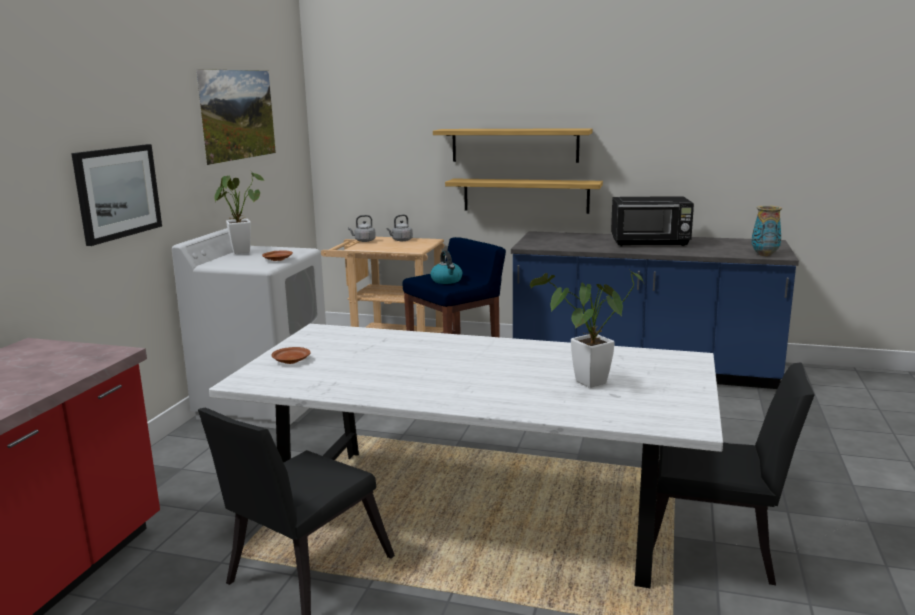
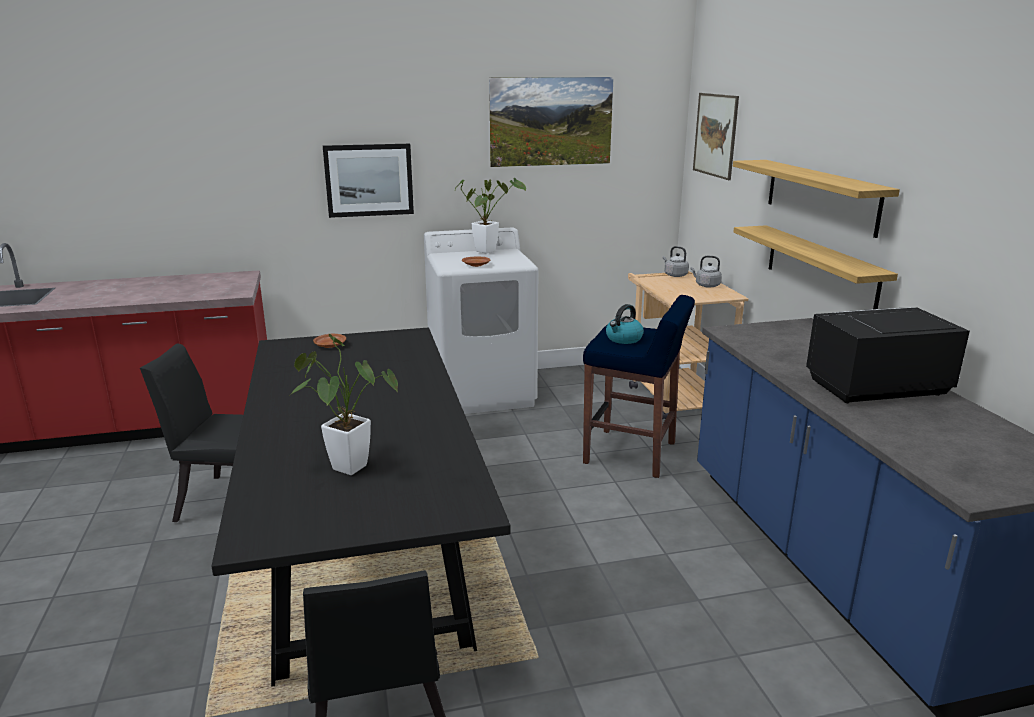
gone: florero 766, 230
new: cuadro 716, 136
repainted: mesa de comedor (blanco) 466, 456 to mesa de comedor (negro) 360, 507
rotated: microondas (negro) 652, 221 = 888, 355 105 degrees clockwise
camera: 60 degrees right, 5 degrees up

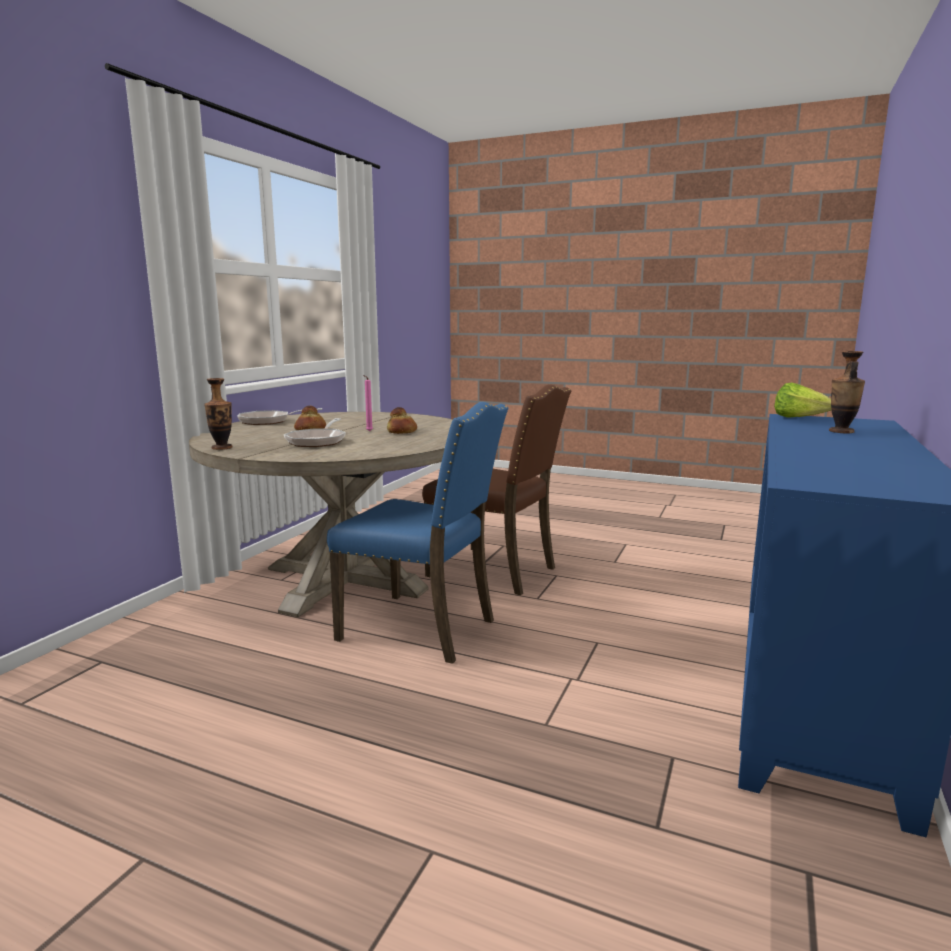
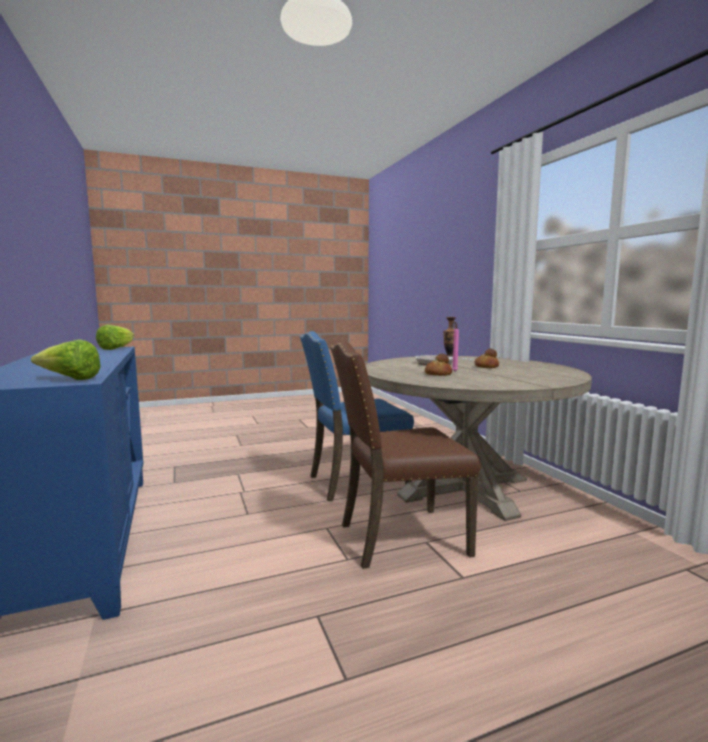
gone: florero 847, 392; sartén 280, 416
new: lechuga 115, 337
camera: 135 degrees right, 5 degrees down

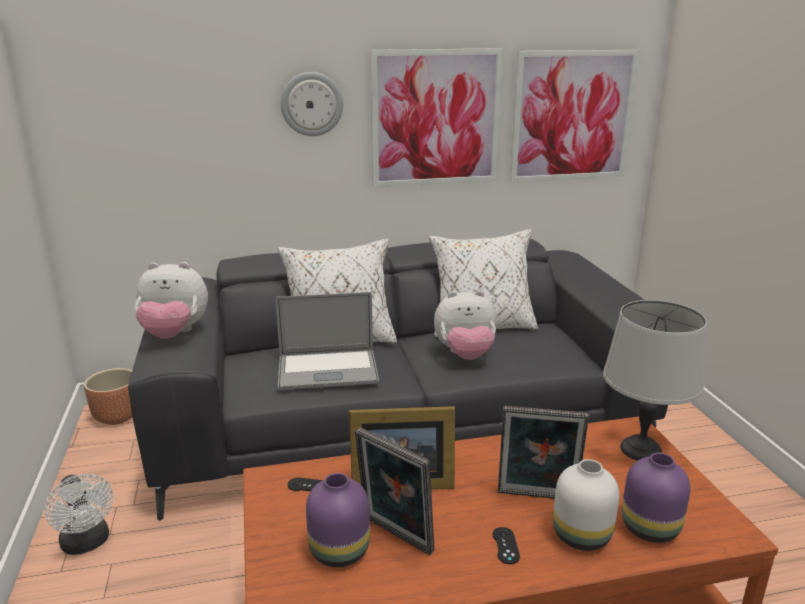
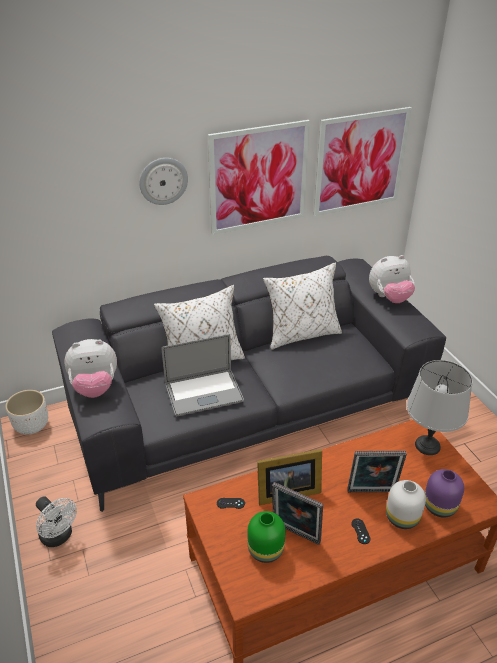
shifted: peluche 465, 325 to 392, 279
repainted: maceta (marrón) 108, 396 to maceta (blanco) 26, 412; florero (morado) 338, 520 to florero (verde) 266, 537
camera: 10 degrees left, 15 degrees up

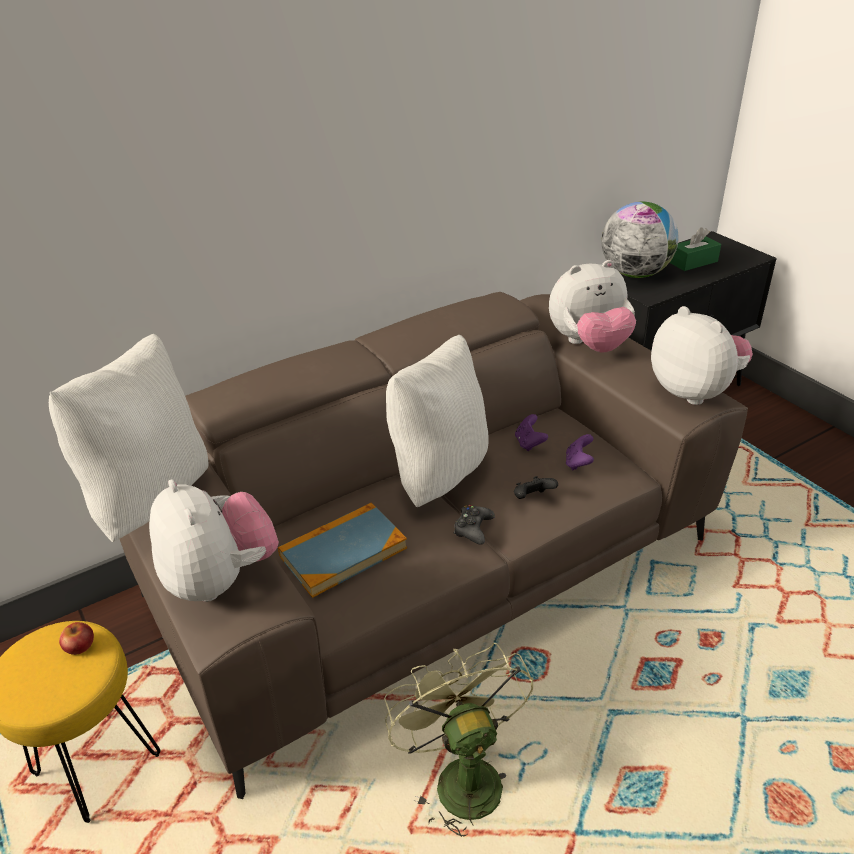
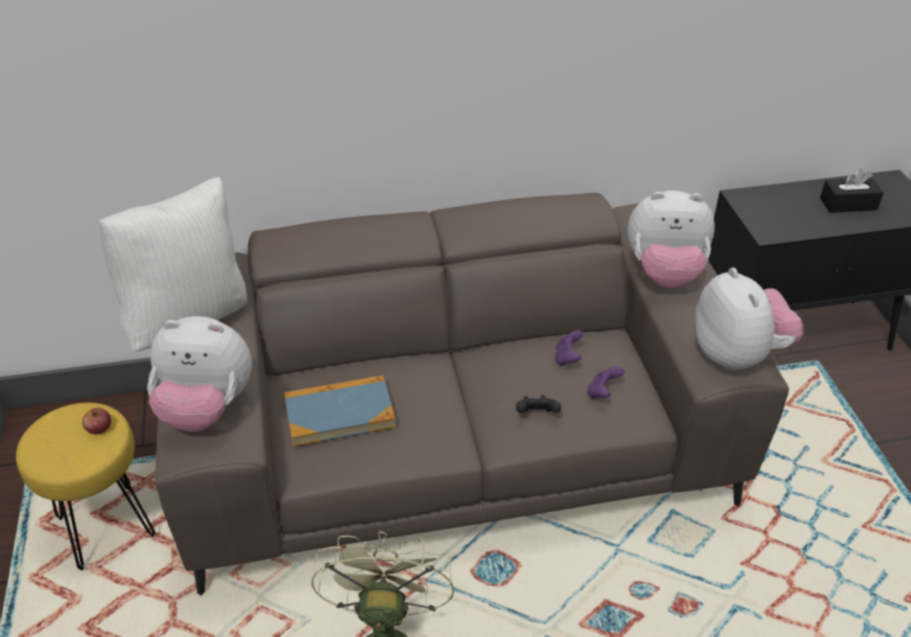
gone: globo terráqueo 640, 240; cojín (blanco) 437, 421; mando de consola (negro) 474, 525
repainted: caja de pañuelos (verde) 695, 249 to caja de pañuelos (negro) 852, 191
rotated: peluche 214, 540 = 199, 374 105 degrees clockwise
camera: 20 degrees right, 5 degrees up

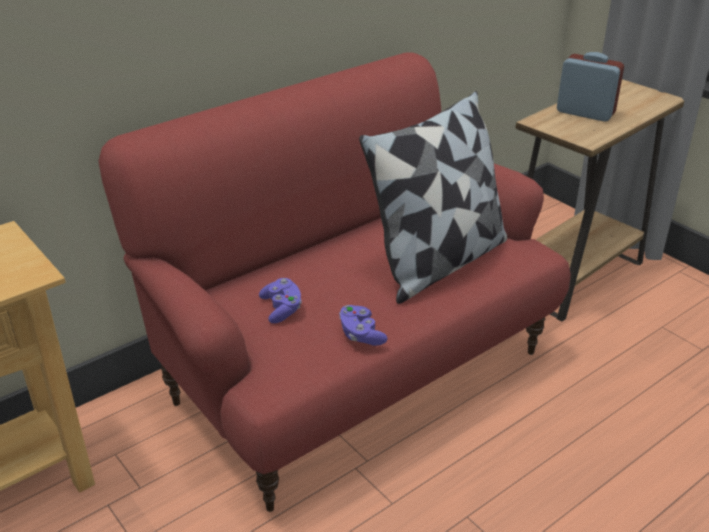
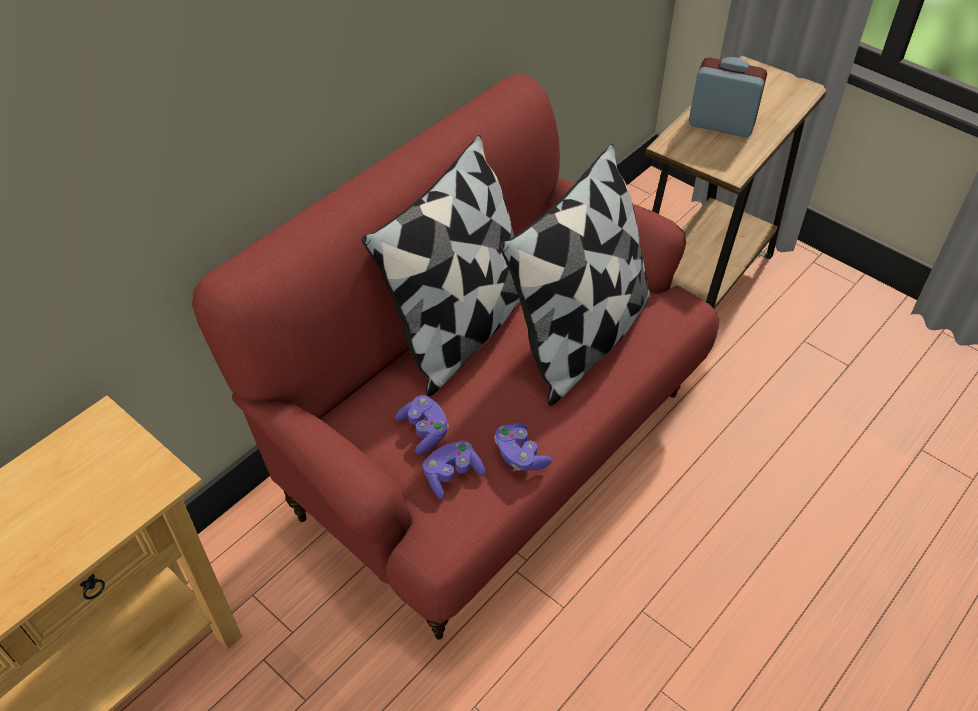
new: cojín 441, 266; mando de consola (morado) 454, 470
camera: 10 degrees left, 15 degrees up

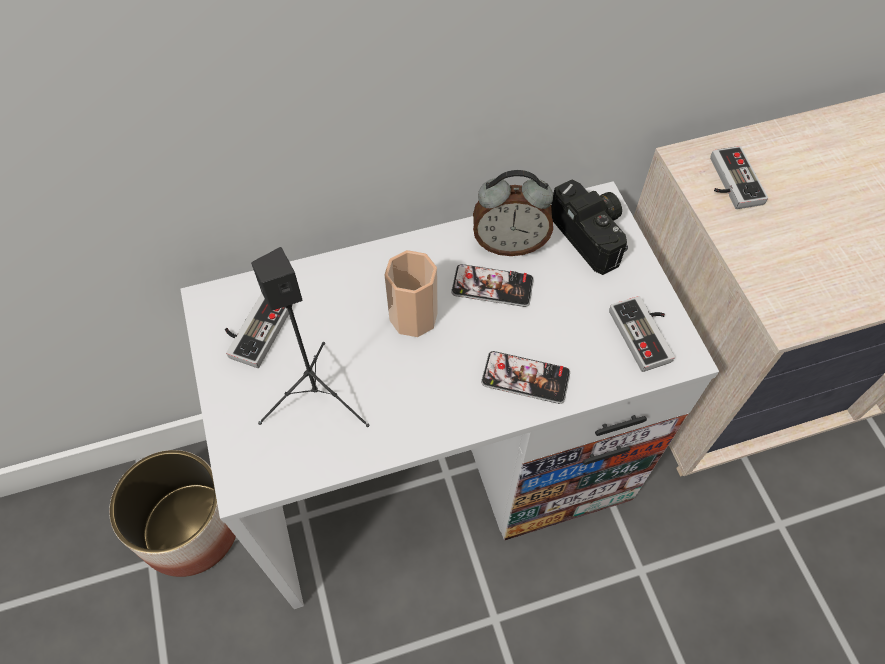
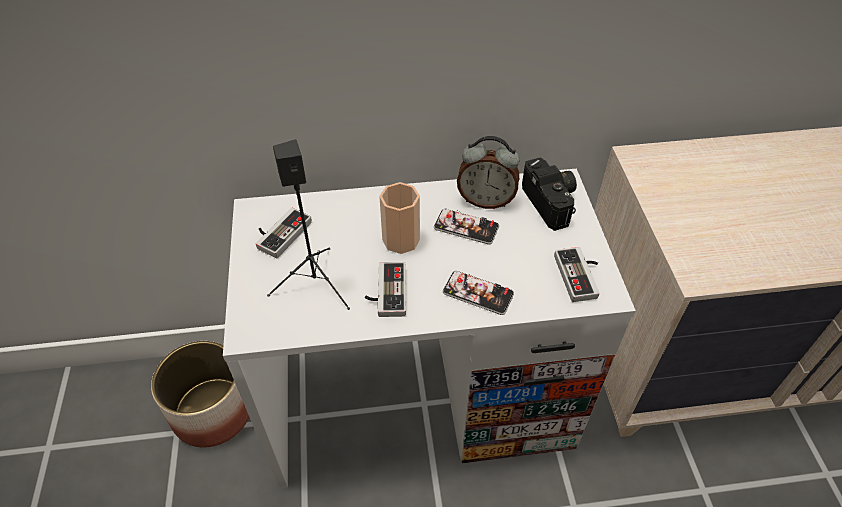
shifted: mando de consola 739, 177 to 385, 289
camera: 10 degrees right, 10 degrees down

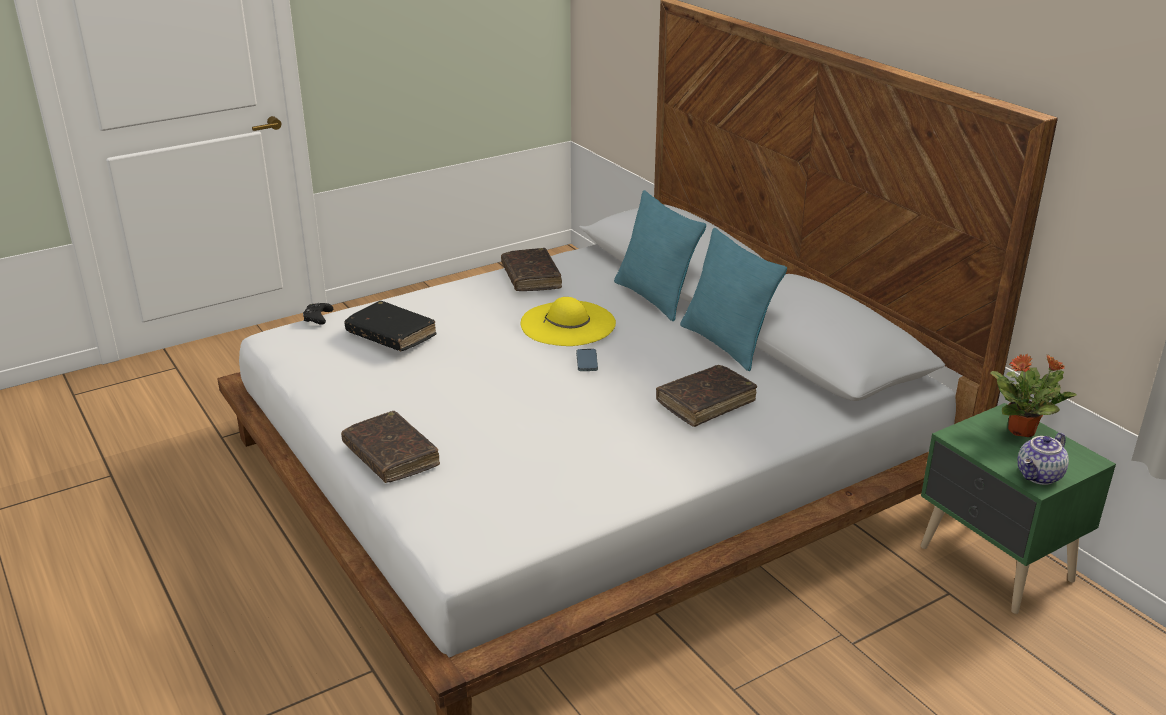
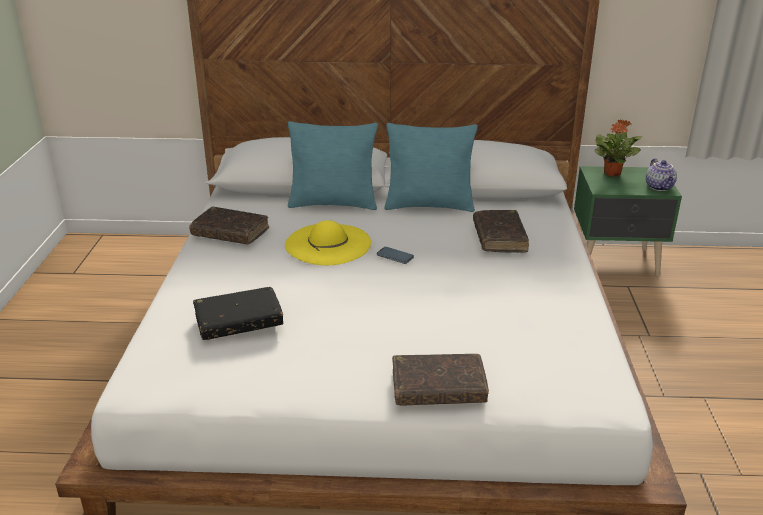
gone: mando de consola (negro) 318, 314
camera: 55 degrees left, 0 degrees up

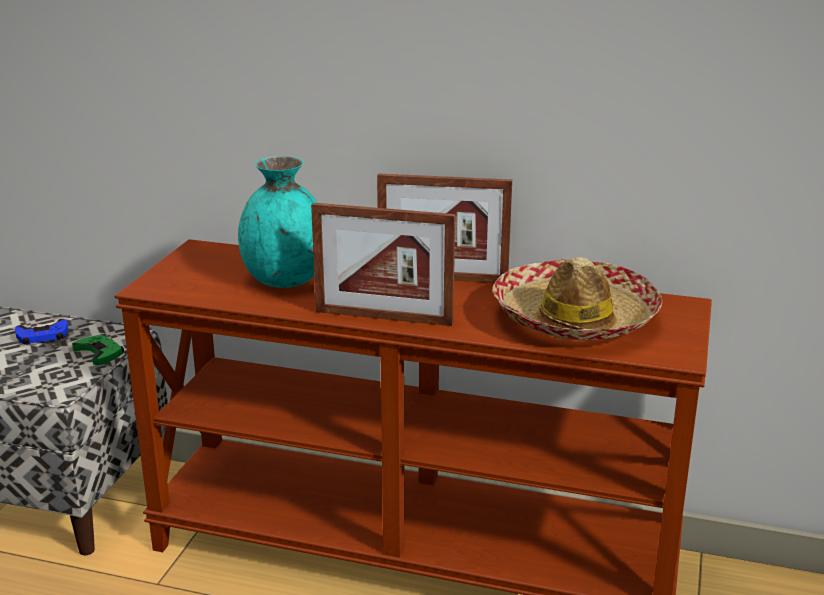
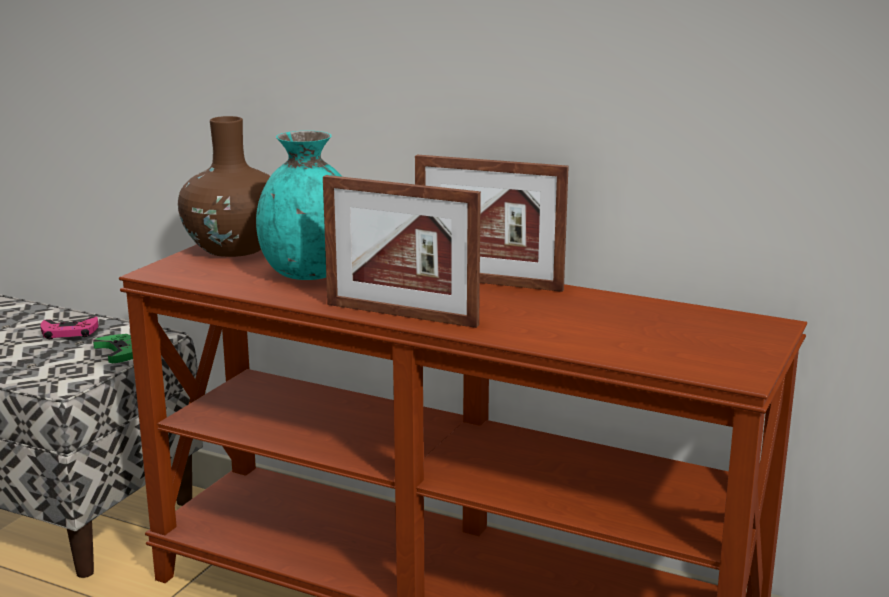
gone: sombrero 577, 299
new: florero (marrón) 224, 186
repainted: mando de consola (azul) 41, 332 to mando de consola (rosa) 69, 327
camera: 10 degrees right, 5 degrees down

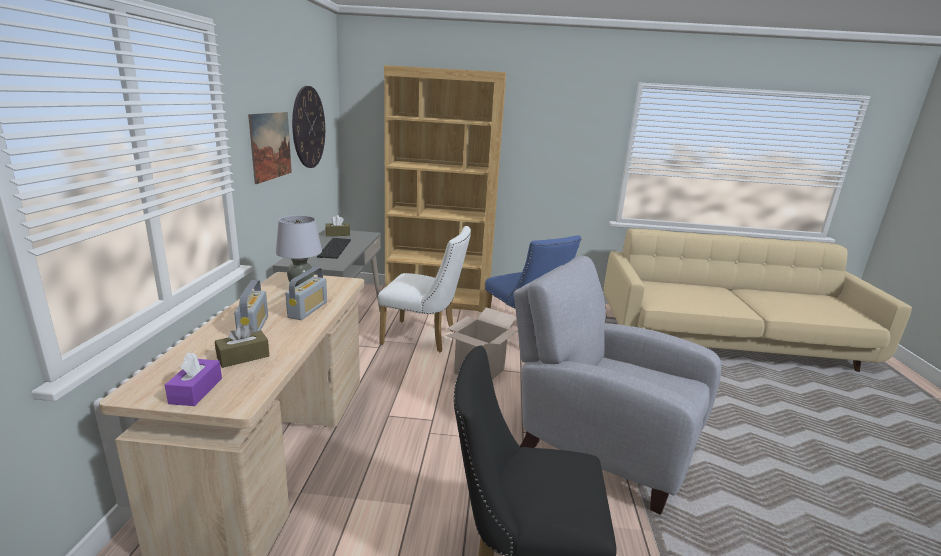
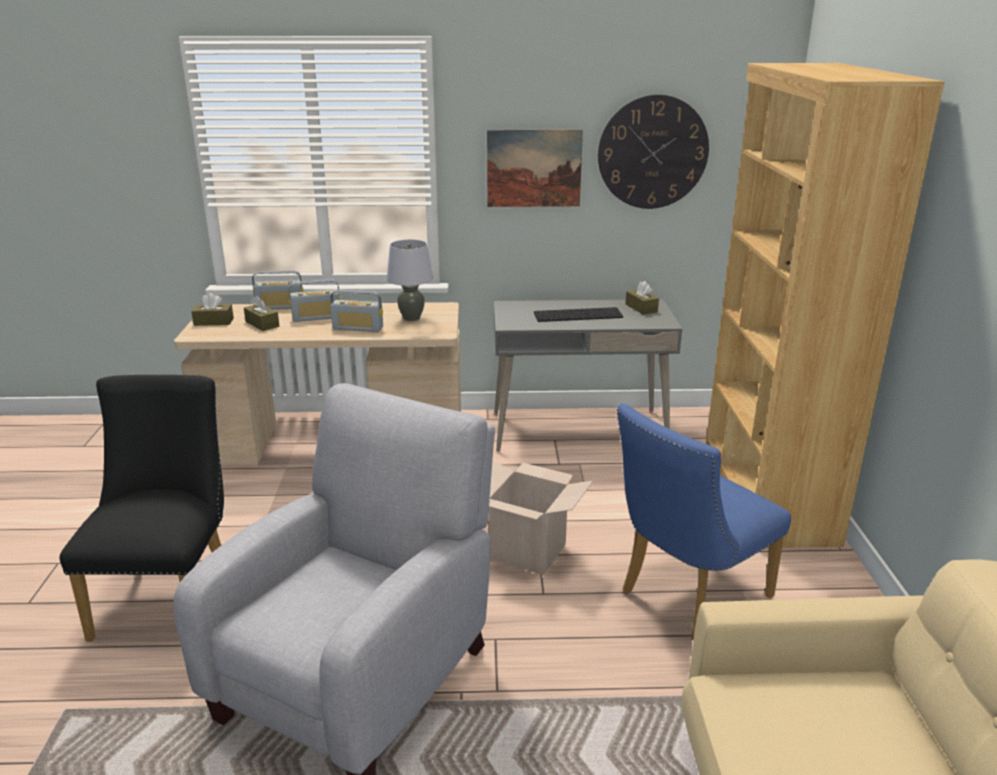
gone: silla (blanco) 424, 289
new: radio 277, 290
repainted: caja de pañuelos (morado) 193, 379 to caja de pañuelos (marrón) 212, 309
camera: 85 degrees right, 5 degrees up

